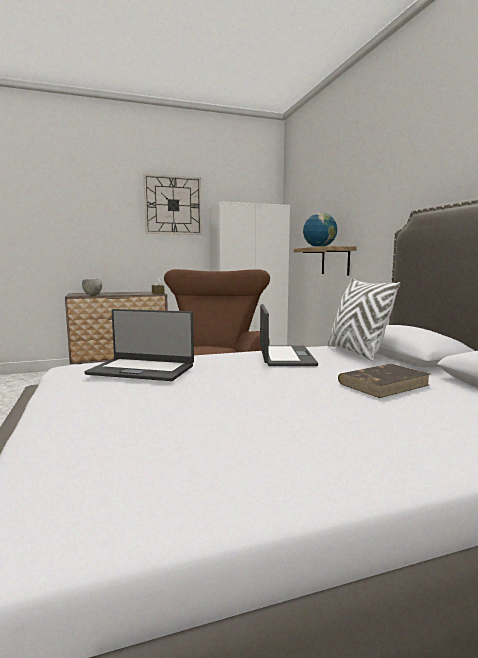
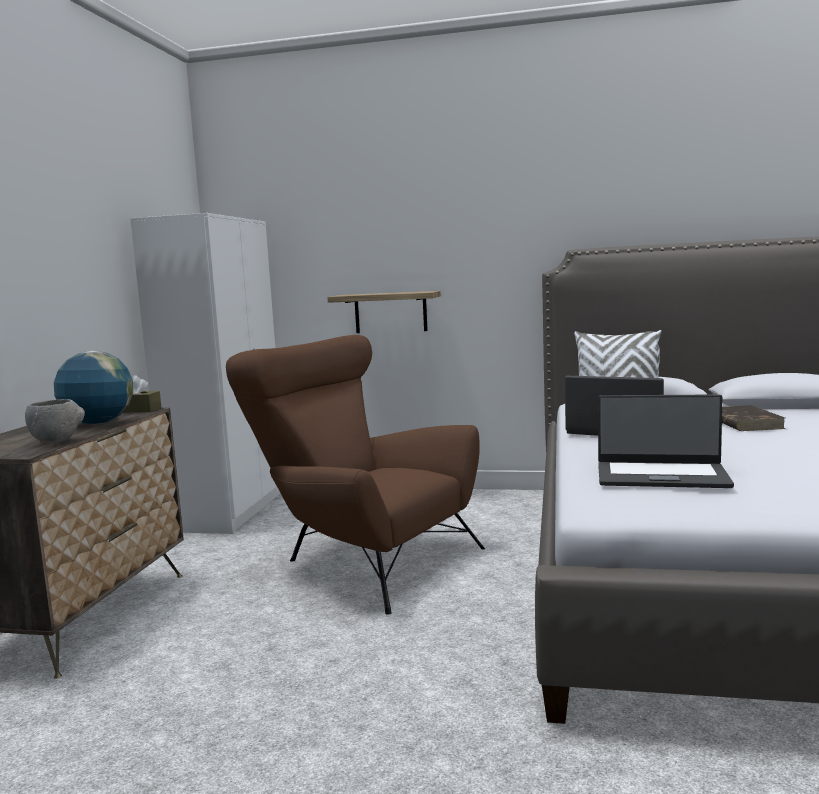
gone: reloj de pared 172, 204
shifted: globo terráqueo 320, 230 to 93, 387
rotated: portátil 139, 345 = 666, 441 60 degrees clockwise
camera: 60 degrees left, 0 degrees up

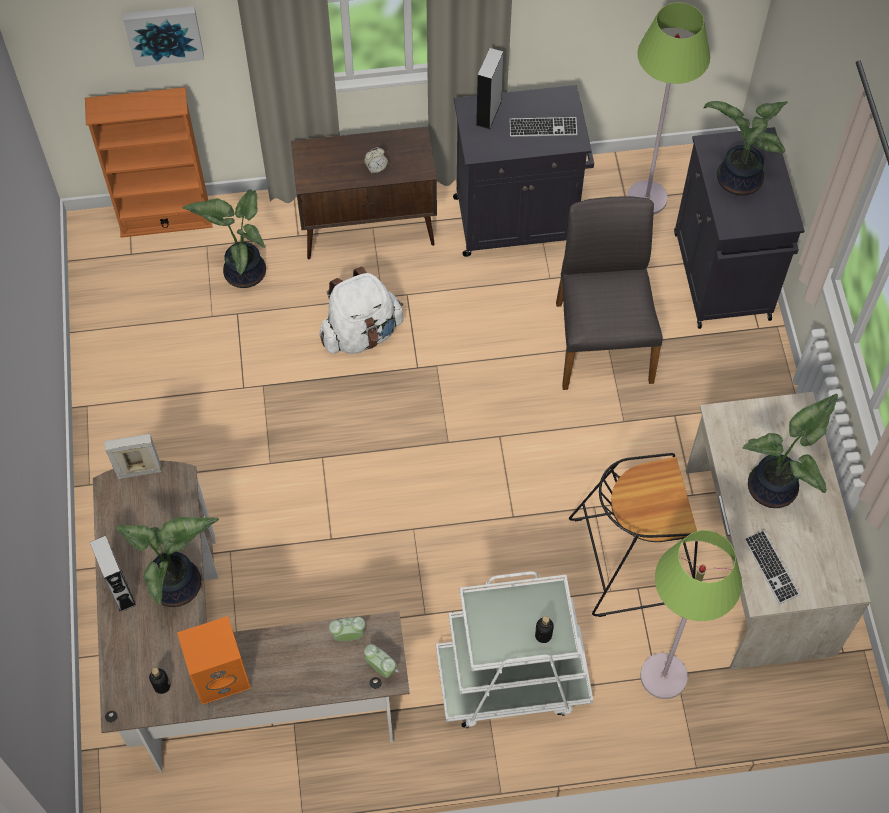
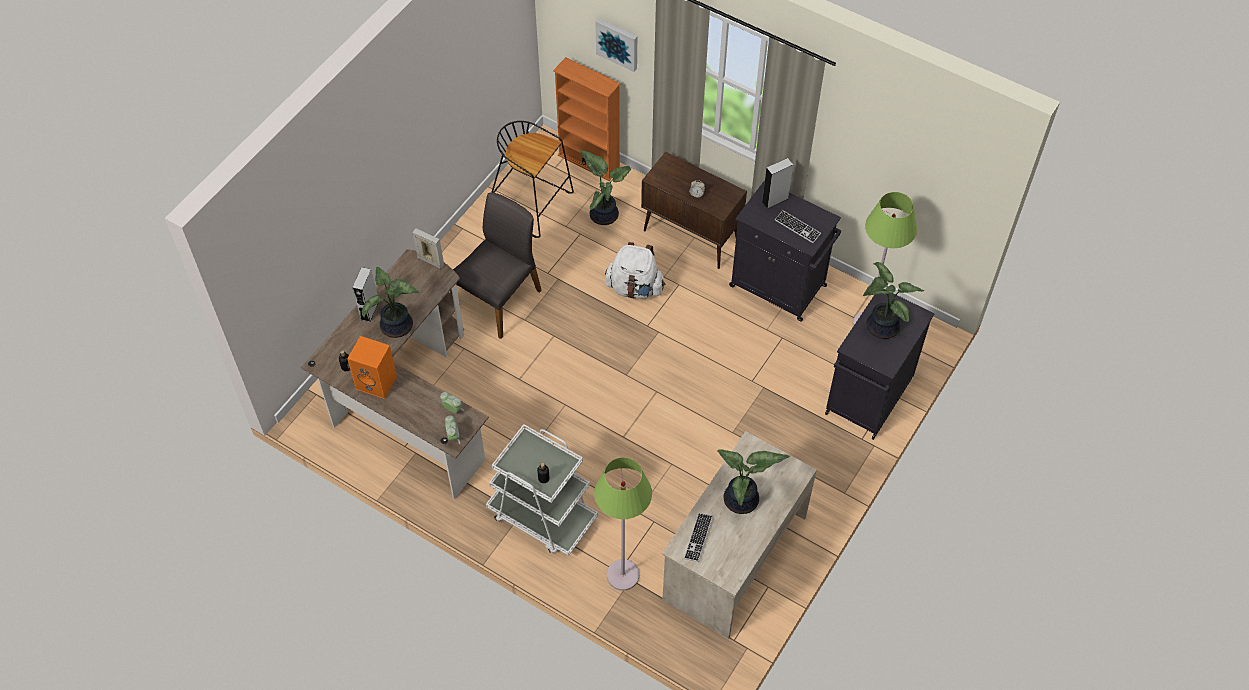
shifted: silla (gris) 609, 293 to 496, 265; taburete (negro) 633, 535 to 533, 179
camera: 40 degrees right, 5 degrees down

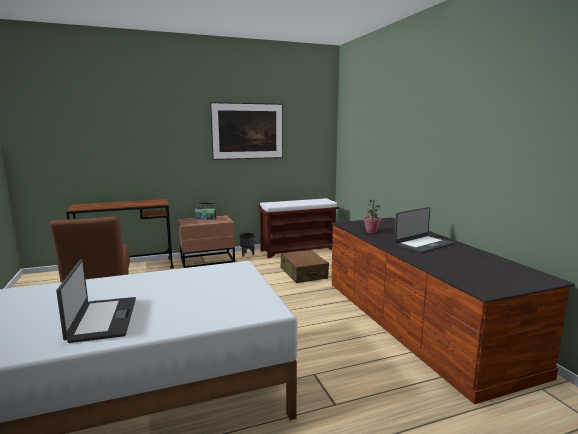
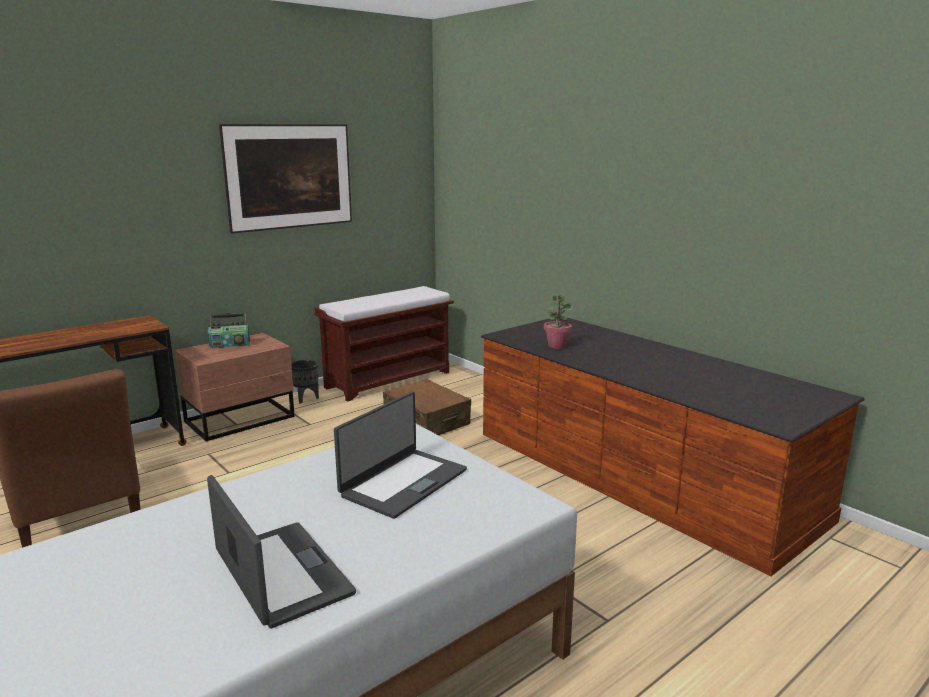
shifted: portátil 424, 230 to 400, 455
camera: 20 degrees left, 5 degrees up

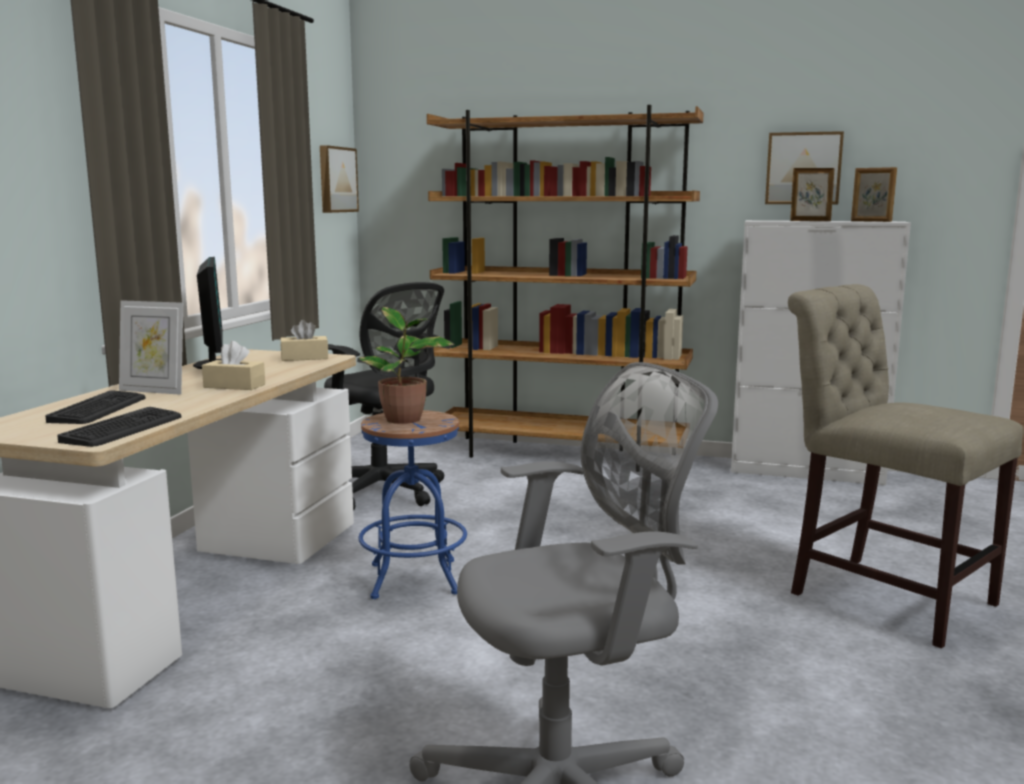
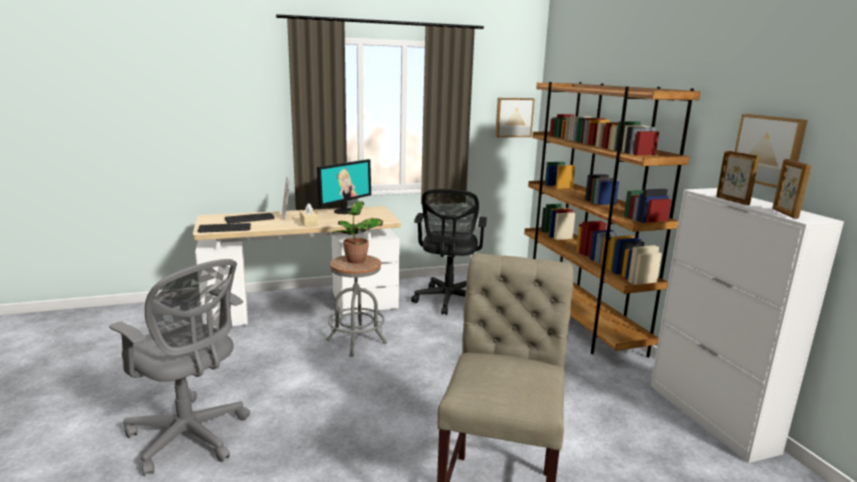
gone: caja de pañuelos (beis) 304, 340
repainted: taburete (azul) 412, 504 to taburete (gris) 357, 306
camera: 55 degrees right, 5 degrees up

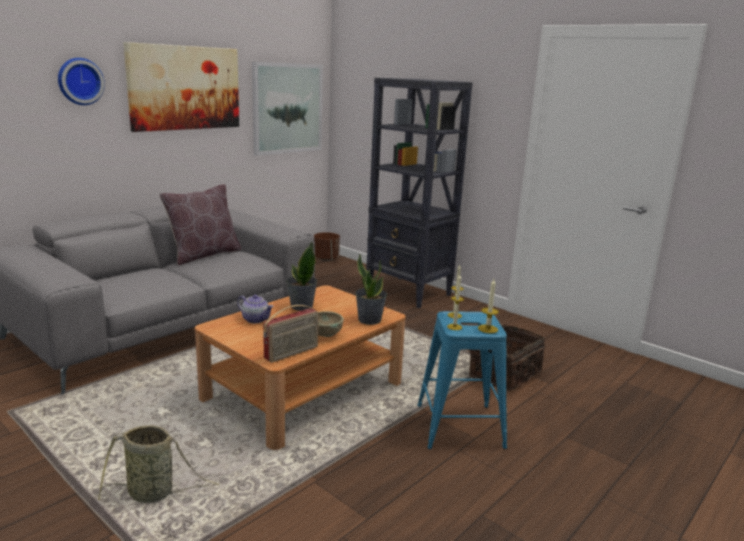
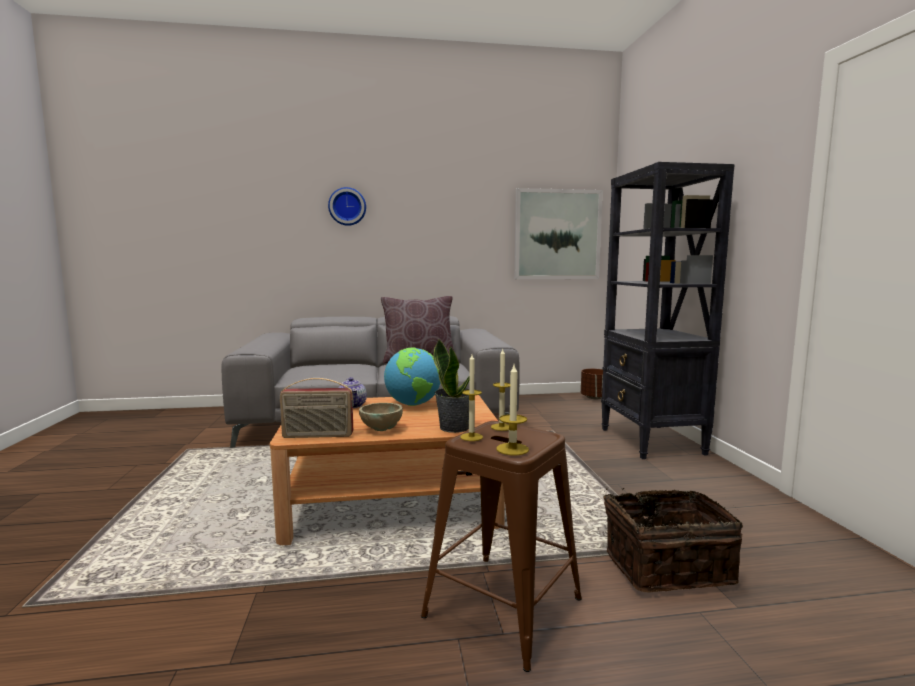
gone: cuadro 181, 87; cesta 158, 464
swapped: planta en maceta 301, 276 to globo terráqueo 412, 377
repainted: taburete (azul) 462, 380 to taburete (marrón) 501, 546
camera: 40 degrees right, 10 degrees down

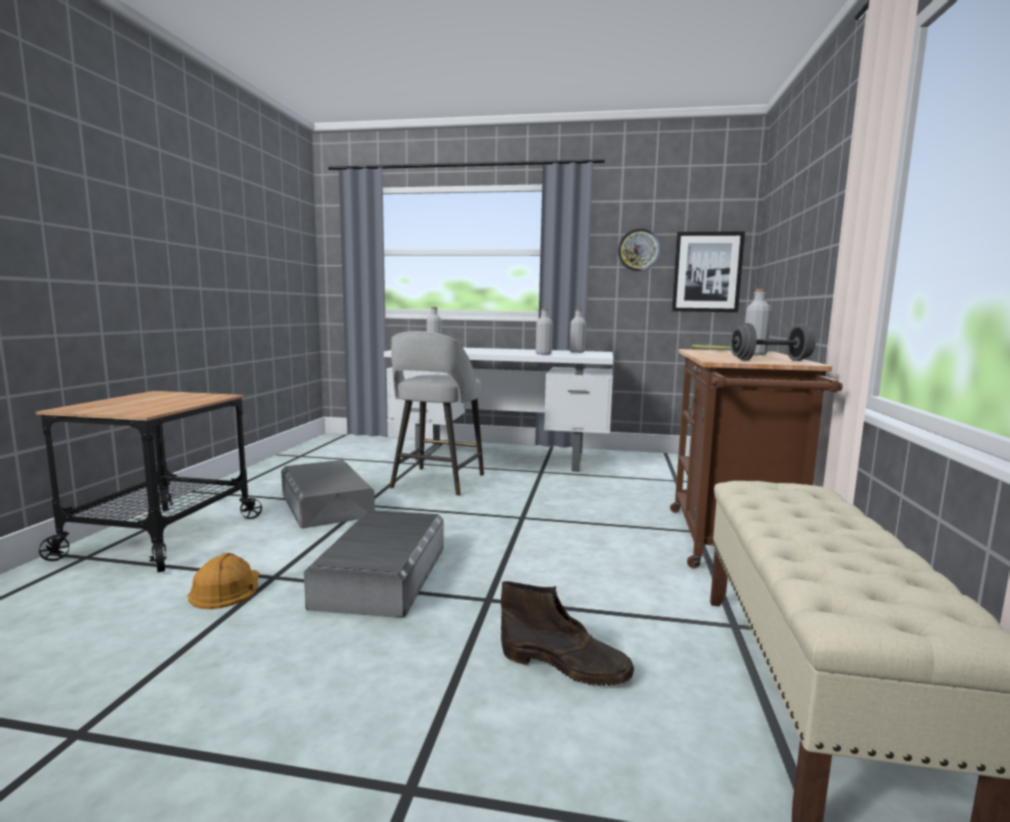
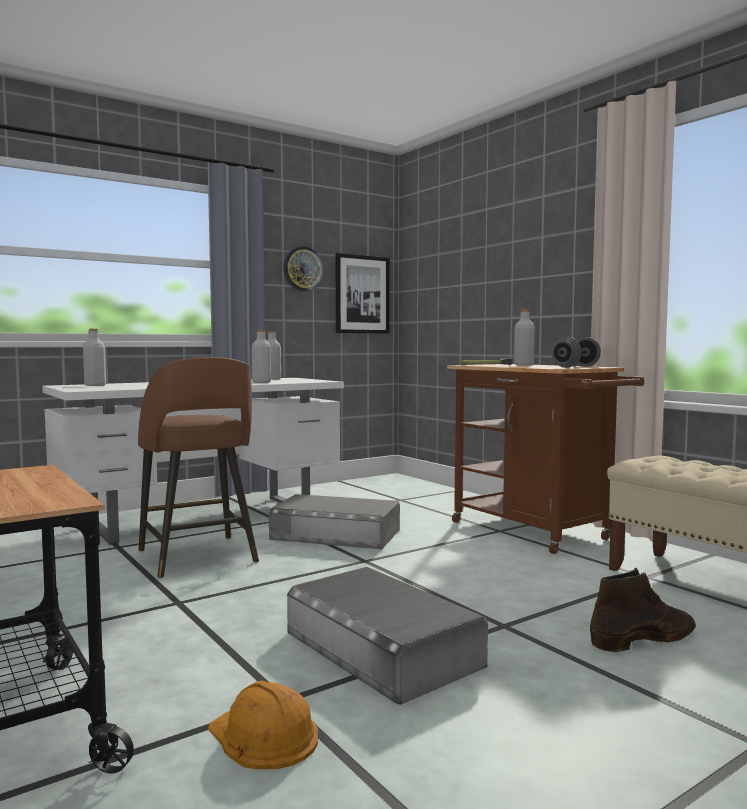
shifted: caja de almacenaje (gris) 328, 494 to 334, 521
repainted: taburete (gris) 437, 413 to taburete (marrón) 198, 467
camera: 45 degrees left, 5 degrees down

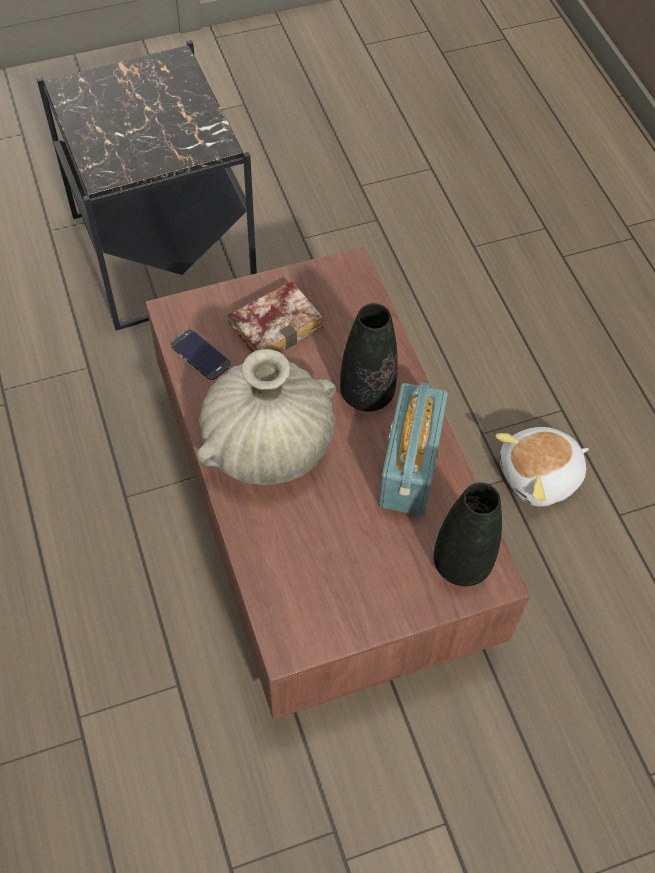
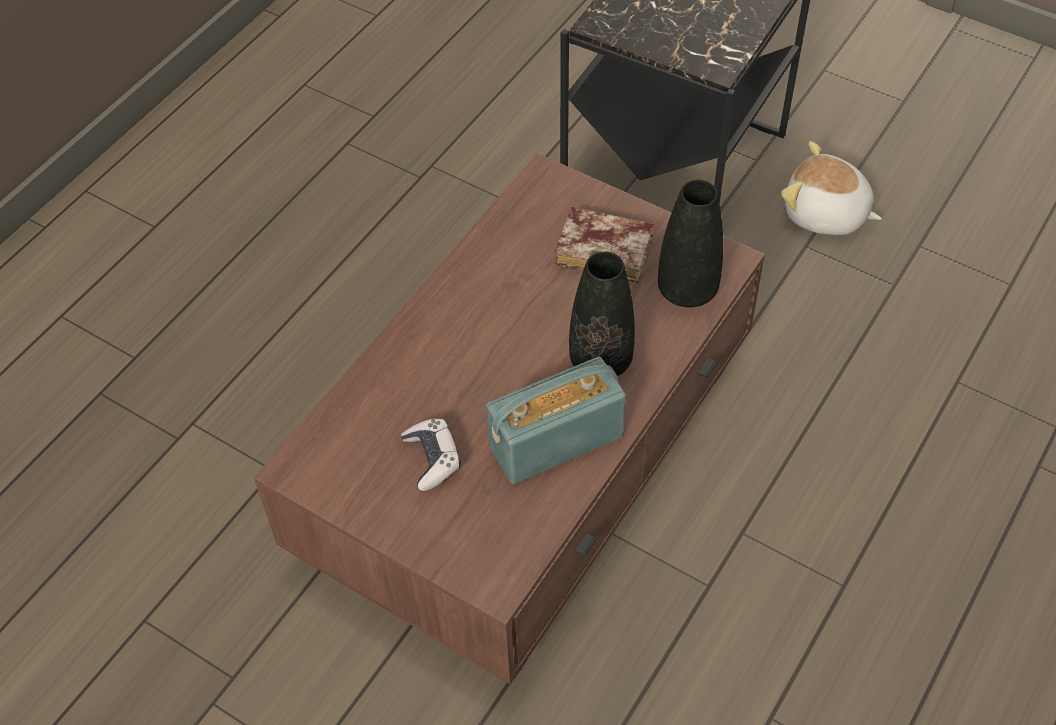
gone: móvil 201, 354; florero (beis) 266, 417
new: mando de consola 431, 455
shifted: peluche 542, 467 to 831, 188; florero (negro) 468, 534 to 690, 243
camera: 55 degrees right, 5 degrees down

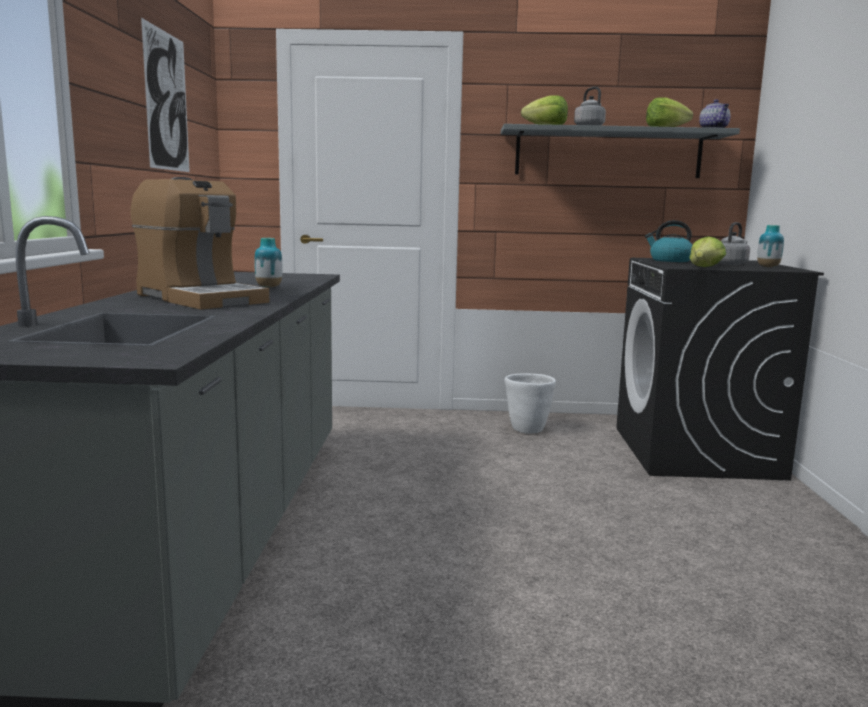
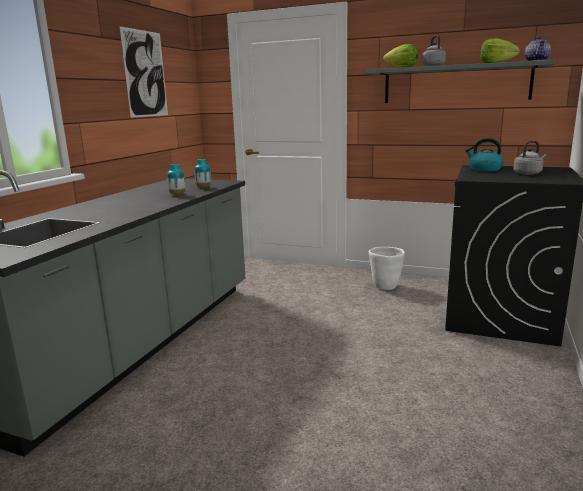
gone: cafetera 199, 243; lechuga 708, 251
shifted: florero 770, 246 to 203, 173
camera: 20 degrees right, 5 degrees up

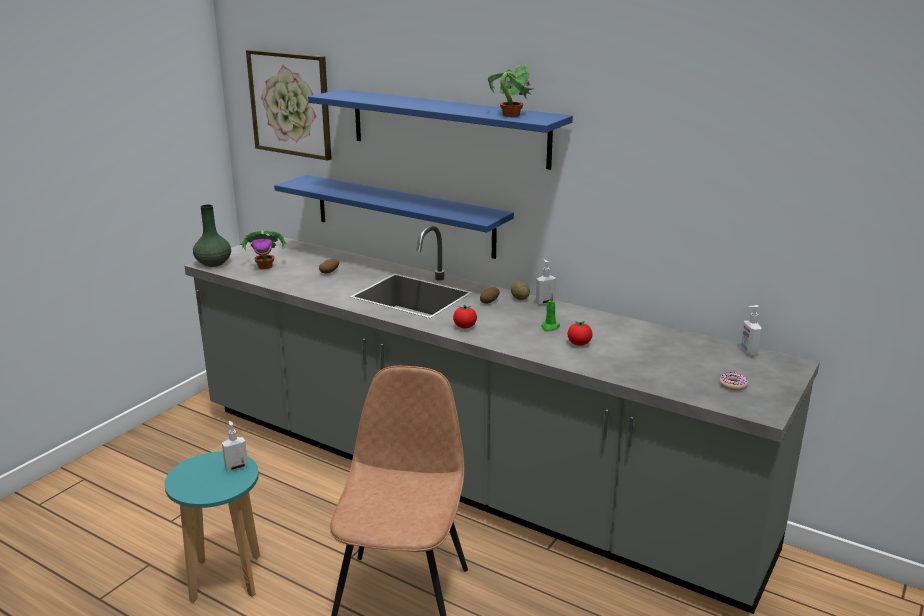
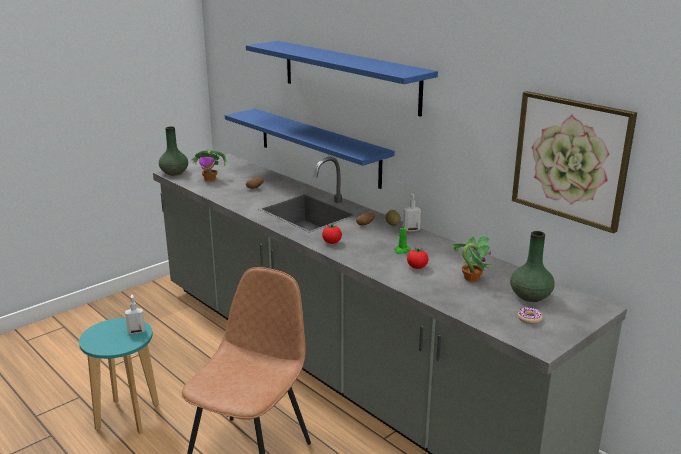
gone: dispensador de jabón 751, 330
new: florero (verde) 532, 266
shifted: cuadro 289, 105 to 574, 162; planta en maceta 511, 90 to 472, 258
camera: 15 degrees right, 0 degrees up

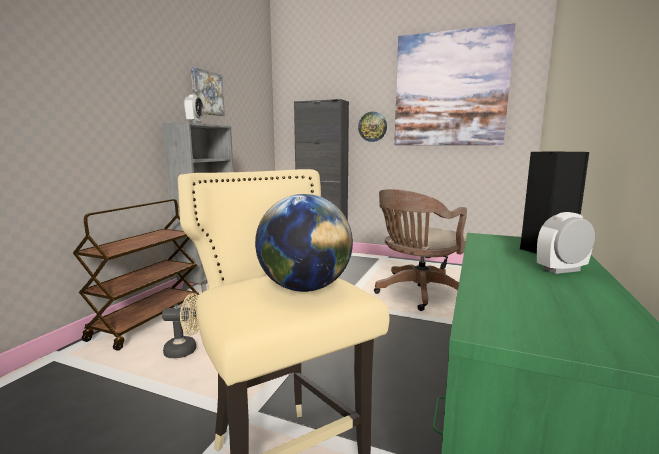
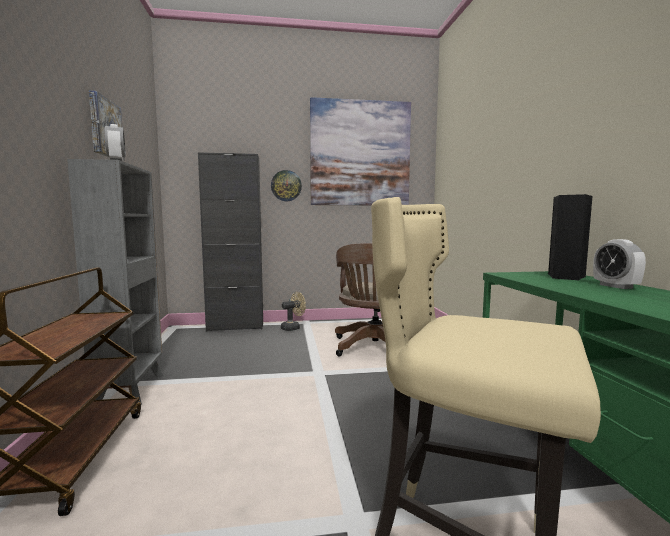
gone: globo terráqueo 304, 243
shifted: ventilador (beis) 180, 325 to 293, 311
rotated: despertador 566, 243 = 619, 264 60 degrees counterclockwise
camera: 30 degrees left, 5 degrees down

